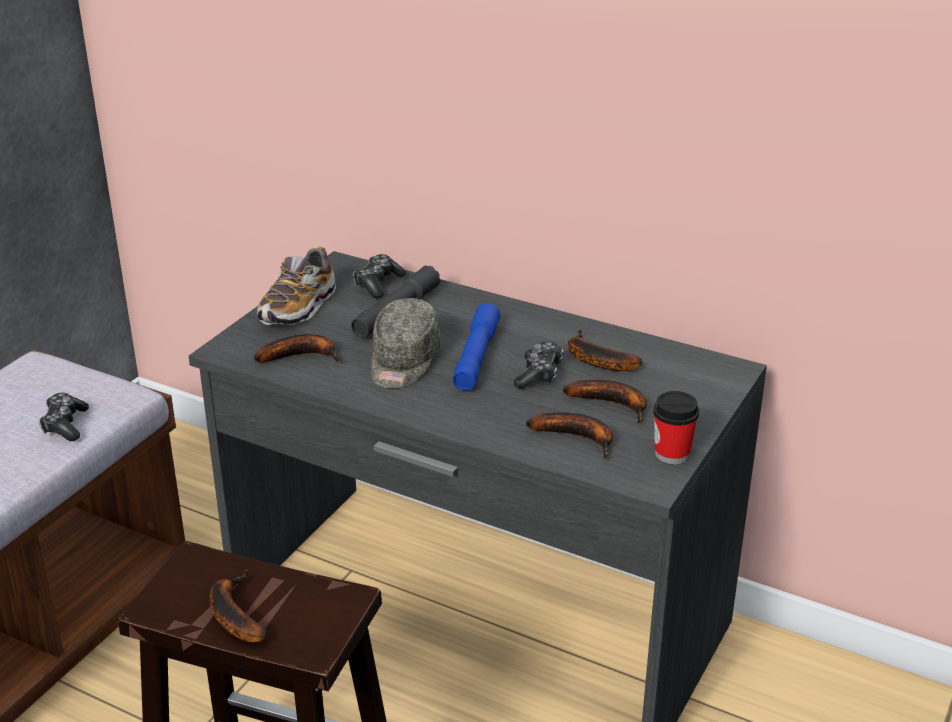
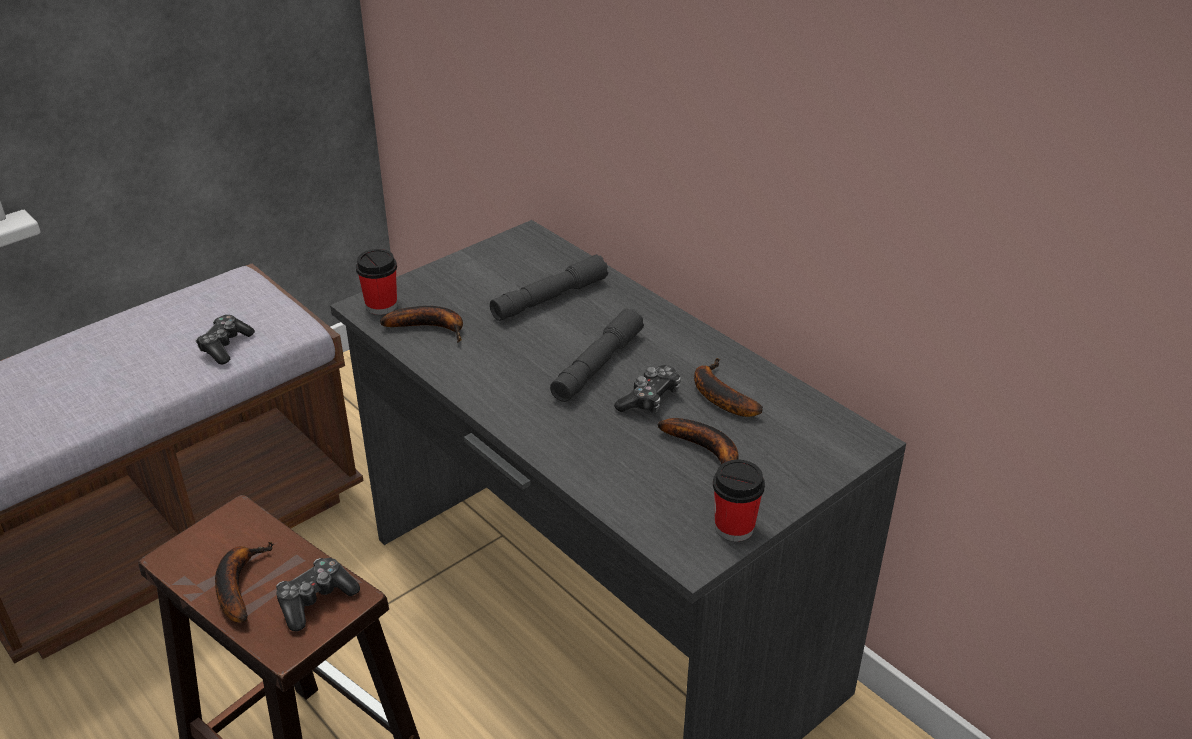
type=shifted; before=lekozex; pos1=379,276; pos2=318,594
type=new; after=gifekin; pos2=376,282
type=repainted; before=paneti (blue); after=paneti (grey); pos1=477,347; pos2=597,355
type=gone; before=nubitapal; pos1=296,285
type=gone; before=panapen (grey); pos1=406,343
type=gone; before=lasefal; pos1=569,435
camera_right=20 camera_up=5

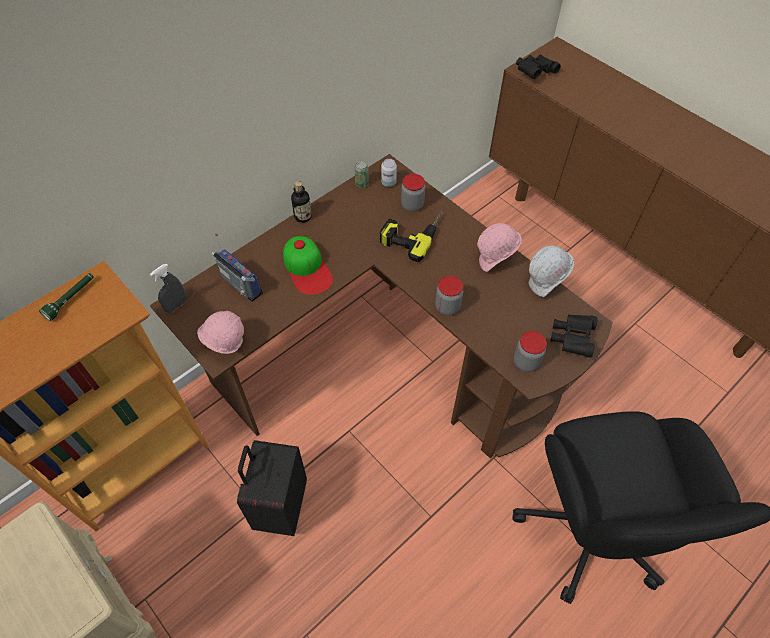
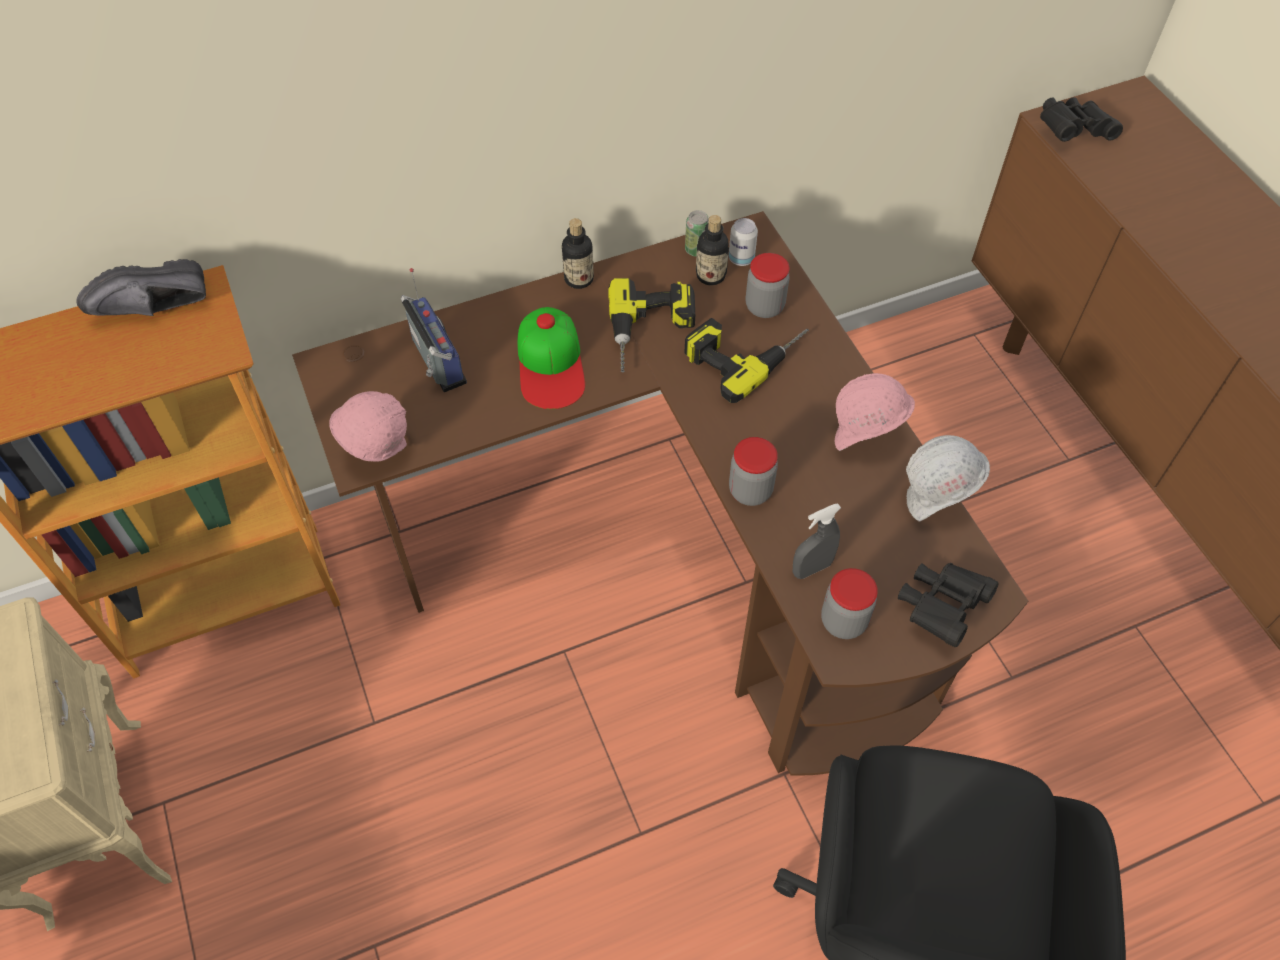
type=swapped; before=paneti (green); after=nubitapal (black); pos1=66,297; pos2=141,287
type=new; after=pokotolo; pos2=652,325
type=new; after=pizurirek; pos2=712,250
type=shifted; before=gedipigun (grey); pos1=168,288; pos2=817,541
type=gone; before=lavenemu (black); pos1=272,488
camera_right=20 camera_up=0

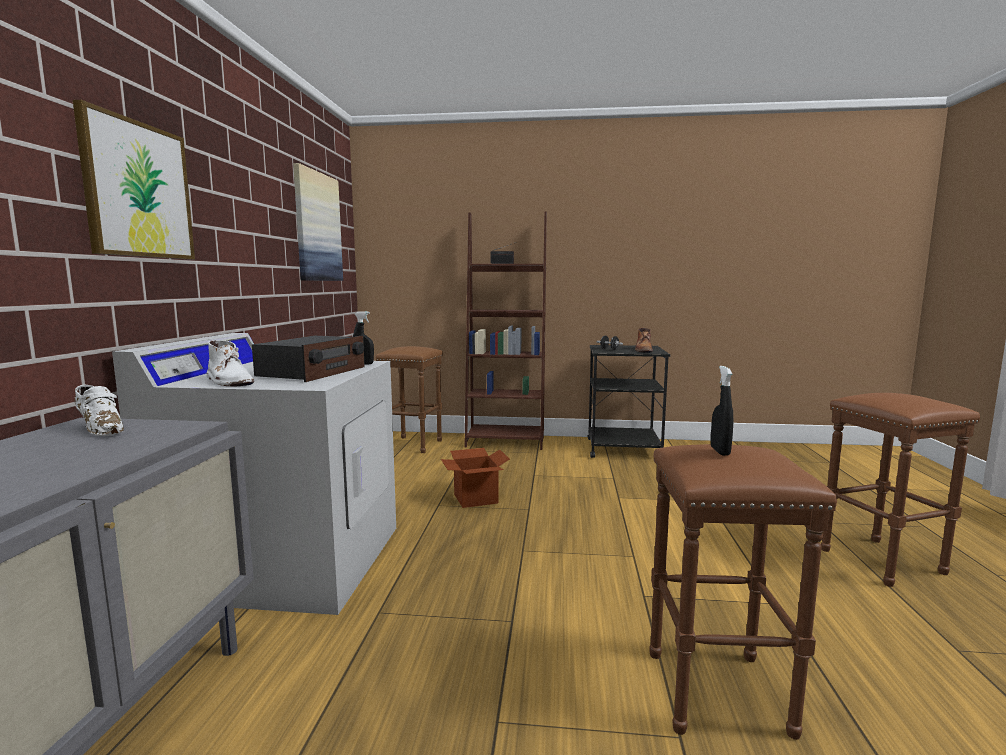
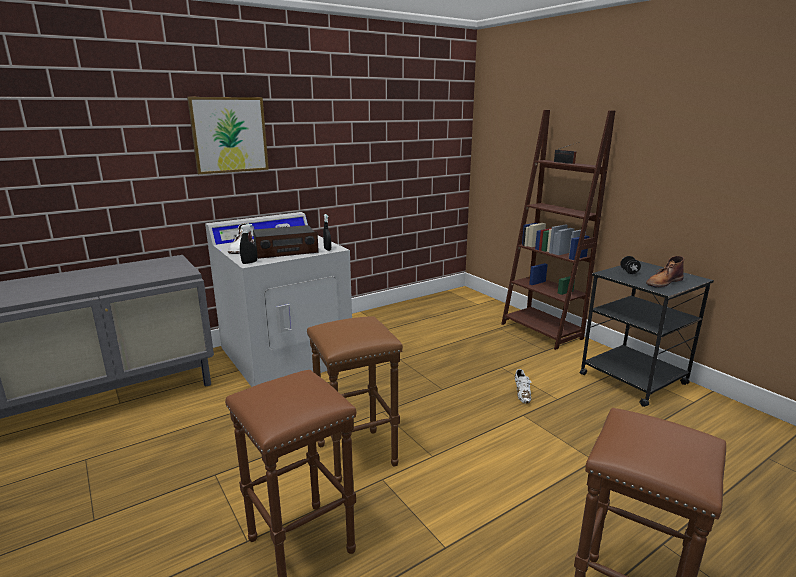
type=shifted; before=gedipigun (black); pos1=722,411; pos2=248,244
type=shifted; before=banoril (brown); pos1=409,399; pos2=355,399
type=shifted; before=nubitapal (white); pos1=99,410; pos2=523,386
type=gone; before=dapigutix; pos1=318,222
type=gone; before=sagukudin; pos1=475,478
camera_right=50 camera_up=10

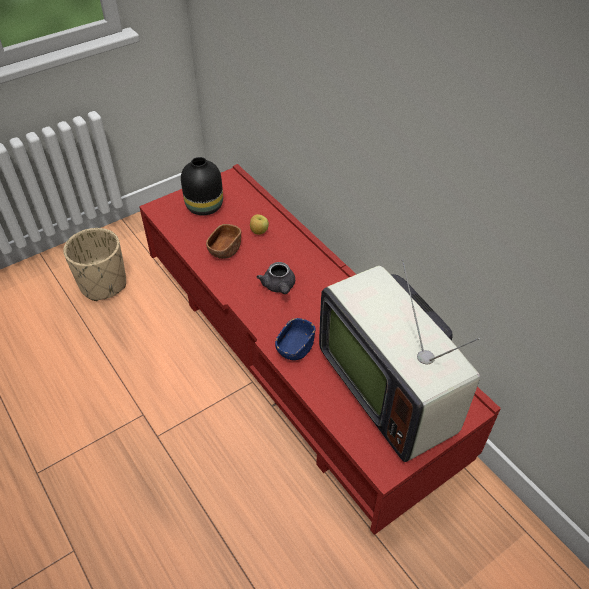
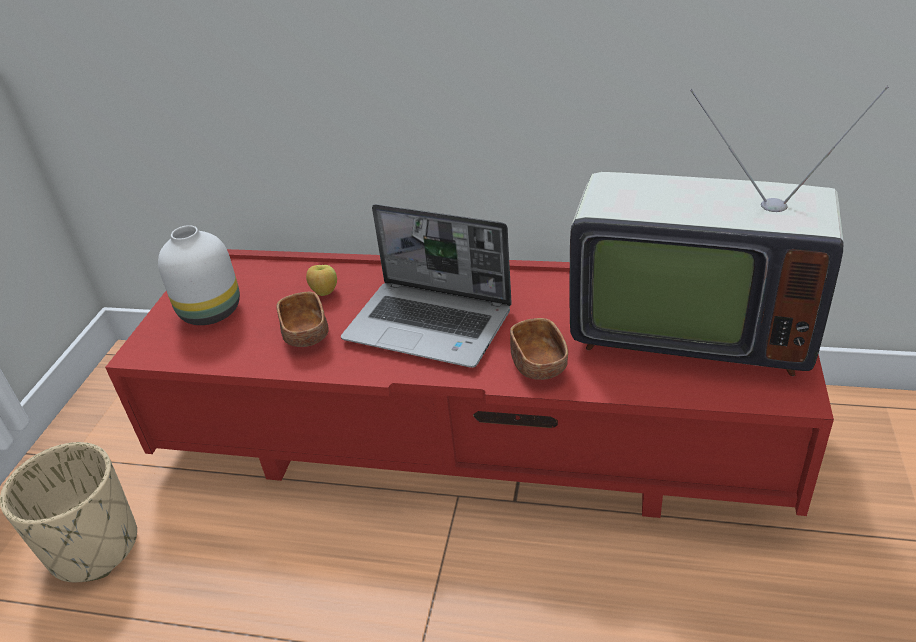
type=repainted; before=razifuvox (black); after=razifuvox (white); pos1=202,186; pos2=199,275
type=swapped; before=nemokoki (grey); after=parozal; pos1=276,278; pos2=426,286
type=repainted; before=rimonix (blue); after=rimonix (brown); pos1=295,339; pos2=539,349
camera_right=-40 camera_up=-10

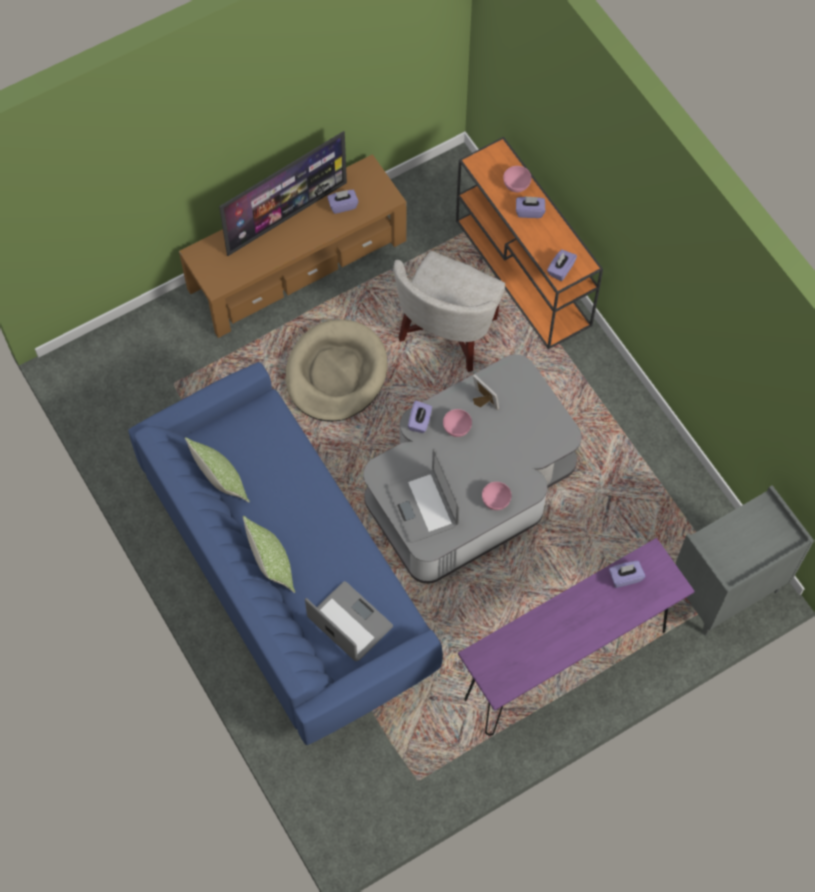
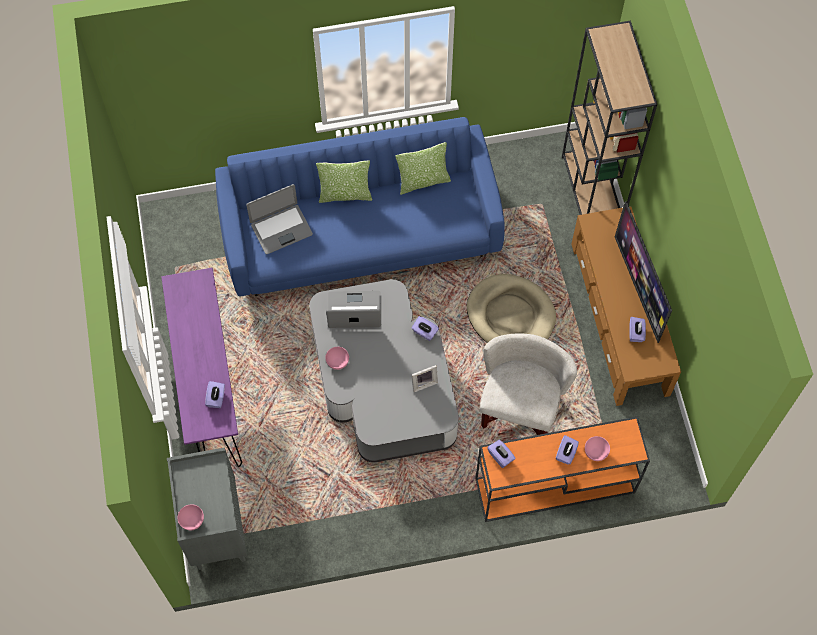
type=shifted; before=rimonix (pink); pos1=457,423; pos2=190,517
type=rotated; before=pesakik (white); pos1=449,311; pos2=528,384; turn=60
type=new; after=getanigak; pos2=609,118
camera_right=110 camera_up=0

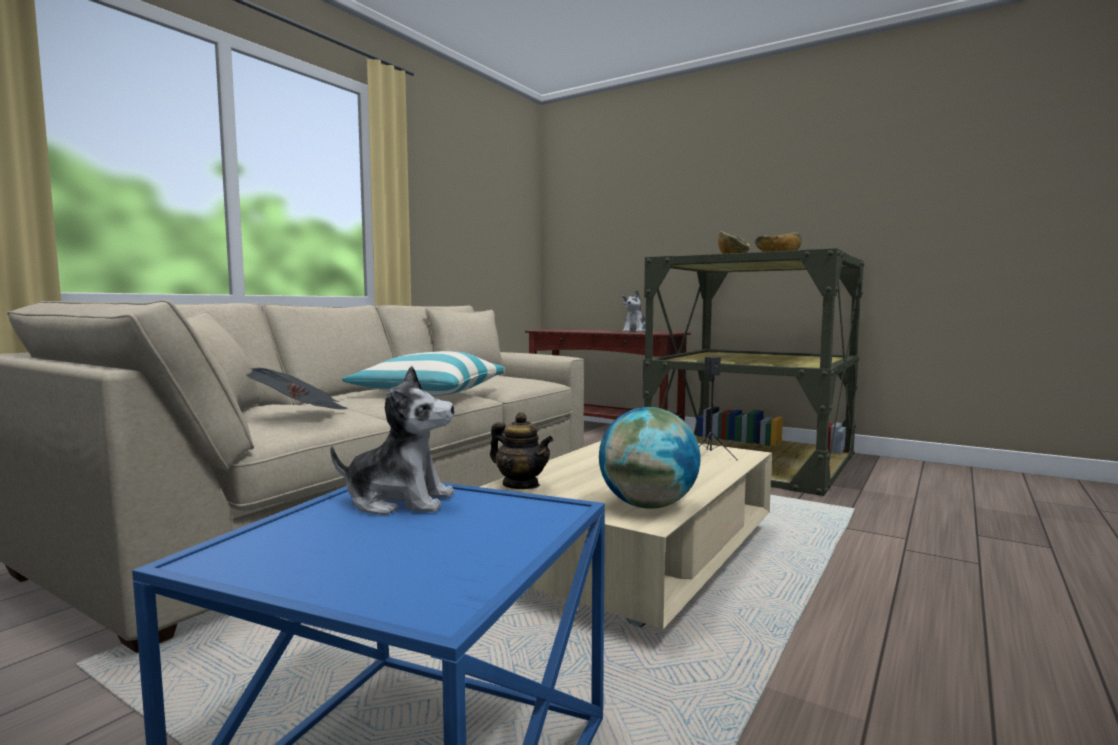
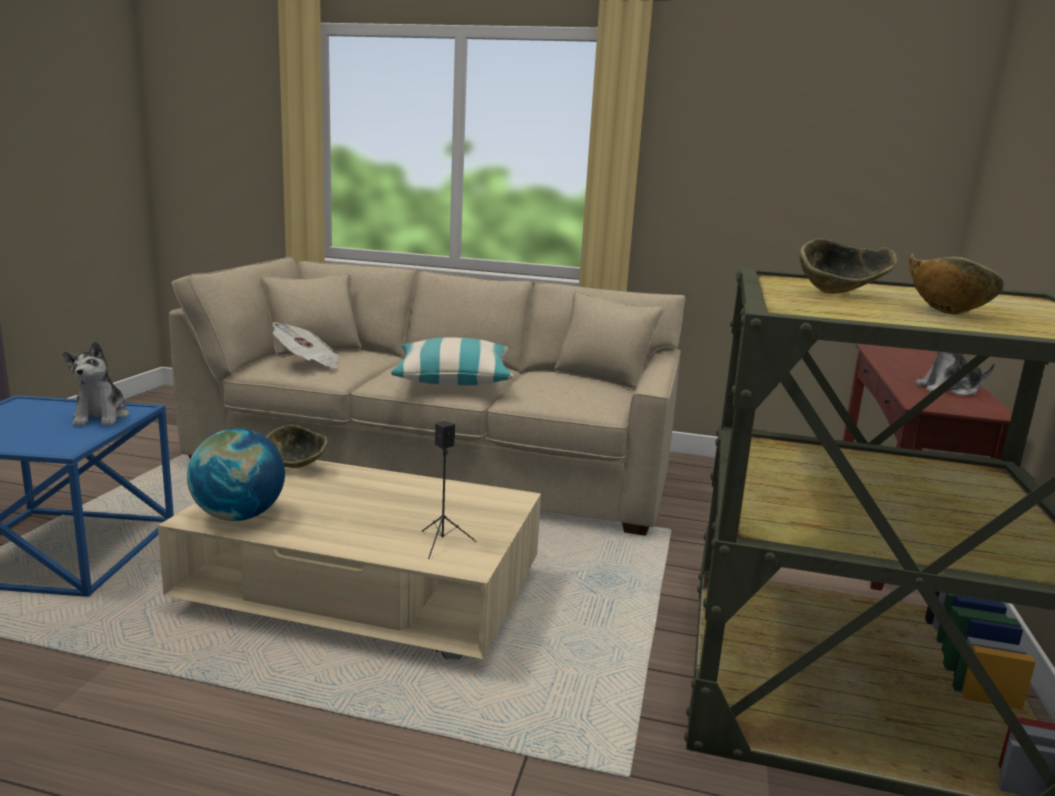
type=swapped; before=nemokoki; after=rimonix; pos1=521,450; pos2=297,446
camera_right=70 camera_up=10

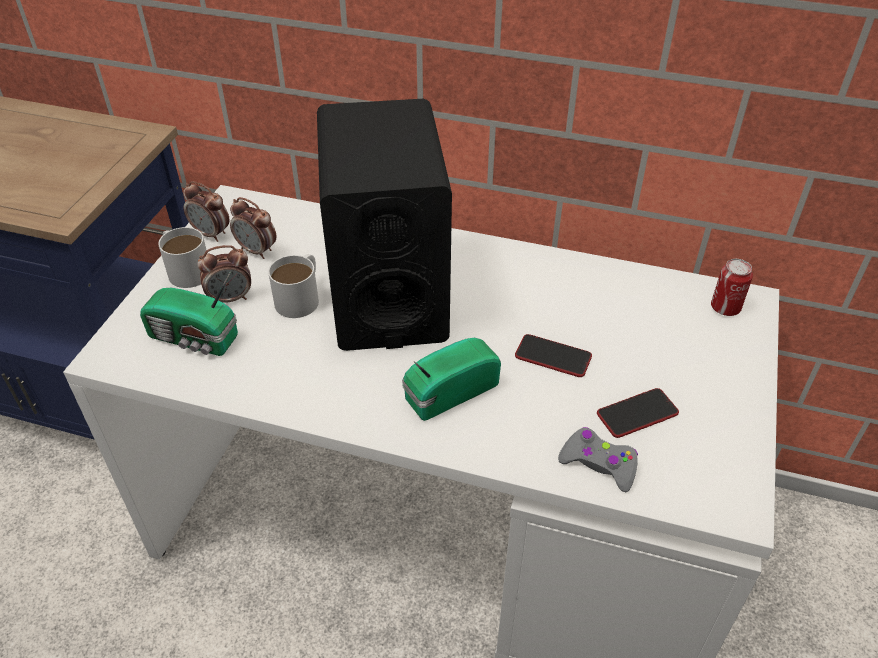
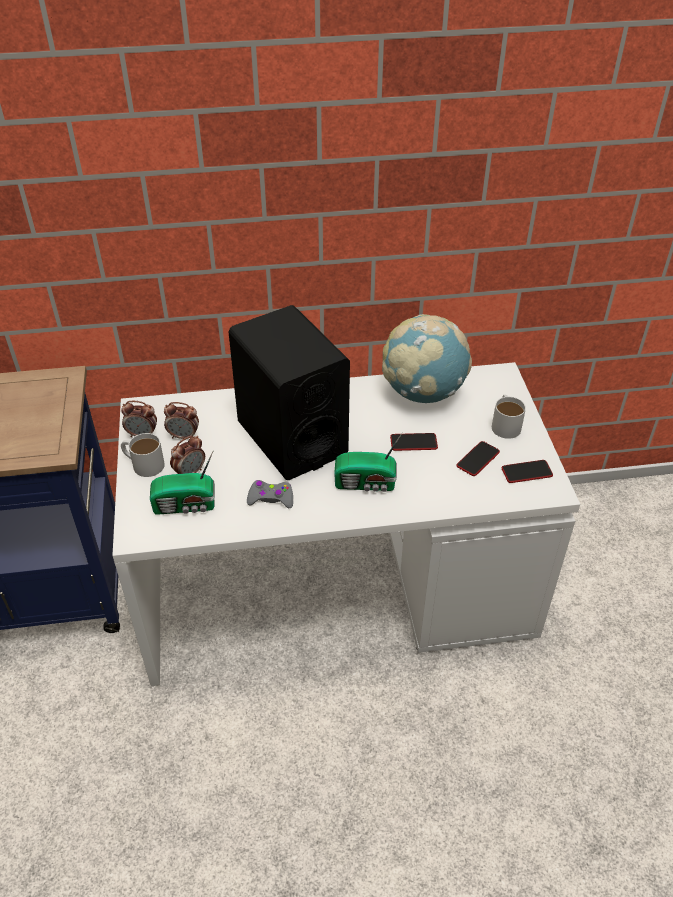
type=shifted; before=lekozex (grey); pos1=598,459; pos2=270,494
type=rotated; before=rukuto; pos1=451,379; pos2=368,462; turn=-120
type=new; after=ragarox; pos2=427,358
type=shifted; before=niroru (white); pos1=293,286; pos2=509,417
type=new; after=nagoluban; pos2=527,471
type=gone; before=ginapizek; pos1=732,287
camera_right=-25 camera_up=0

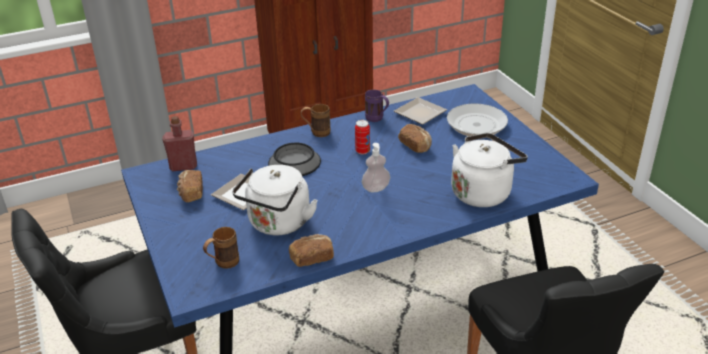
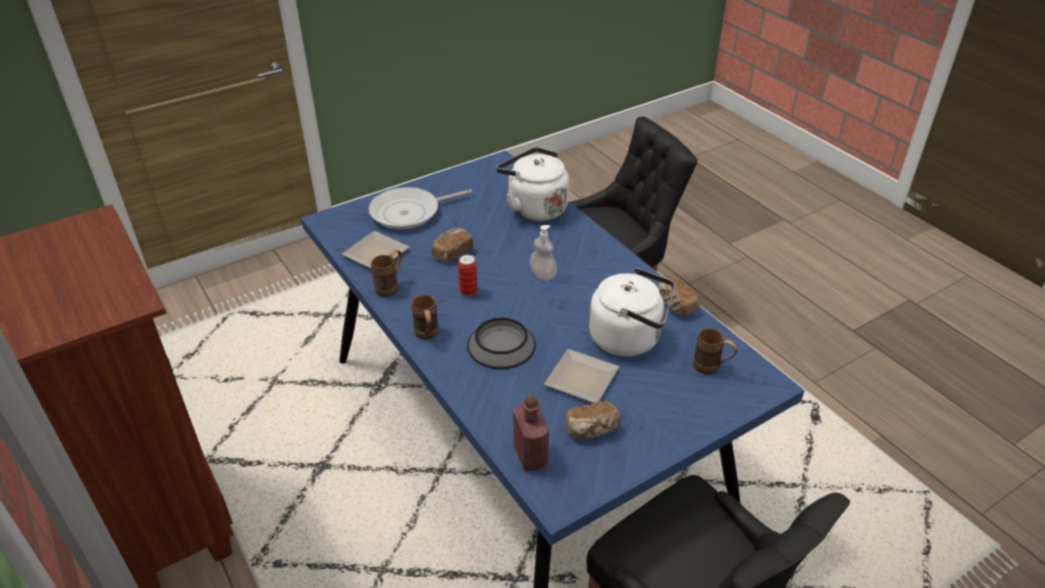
type=repainted; before=niroru (purple); after=niroru (brown); pos1=377,105; pos2=386,273
camera_right=-100 camera_up=5

